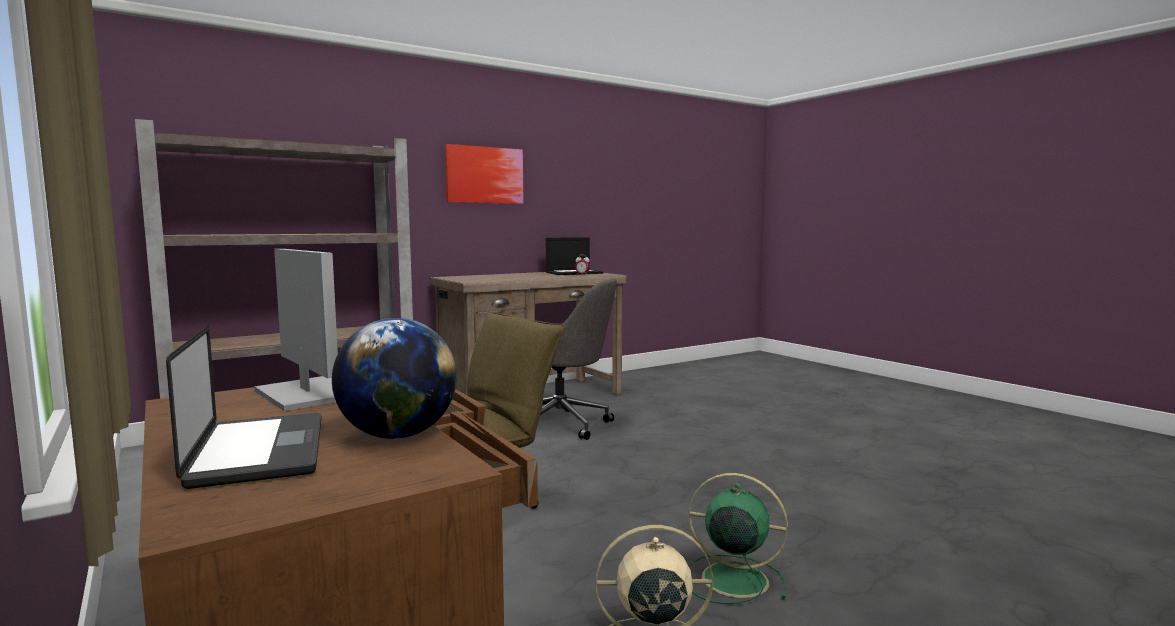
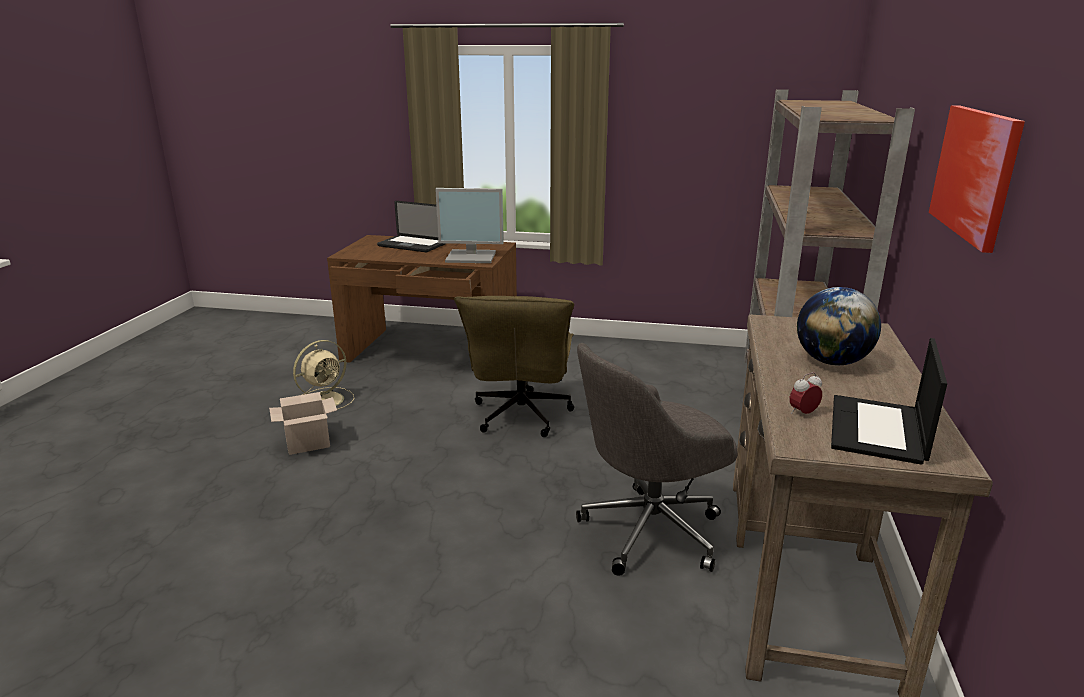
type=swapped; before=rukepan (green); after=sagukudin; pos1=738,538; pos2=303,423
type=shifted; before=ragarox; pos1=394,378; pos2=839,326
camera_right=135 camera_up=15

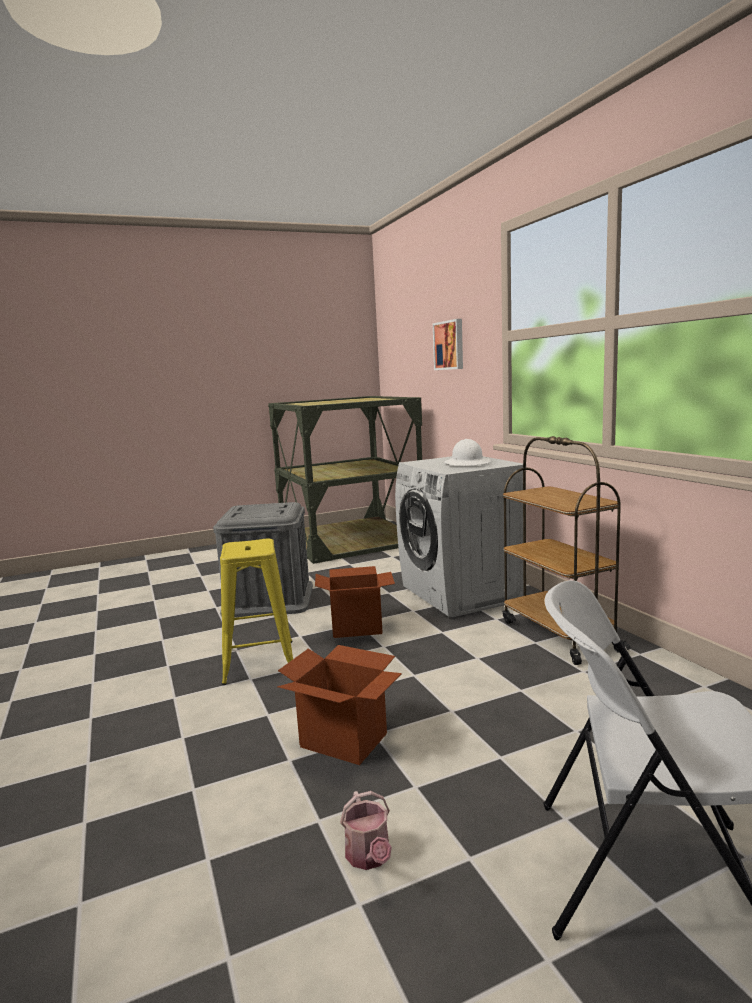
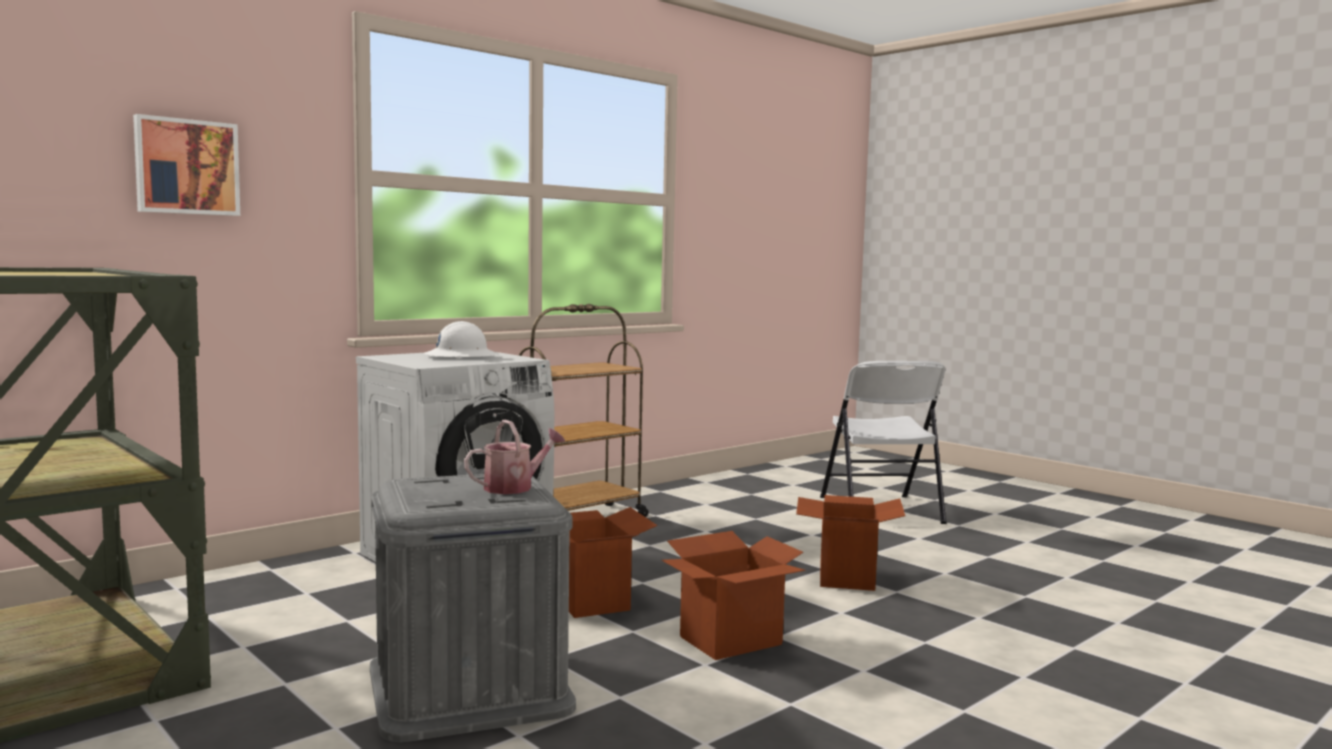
type=shifted; before=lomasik; pos1=366,830; pos2=514,457
type=swapped; before=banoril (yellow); after=sagukudin; pos1=256,612; pos2=733,595
camera_right=-110 camera_up=-5

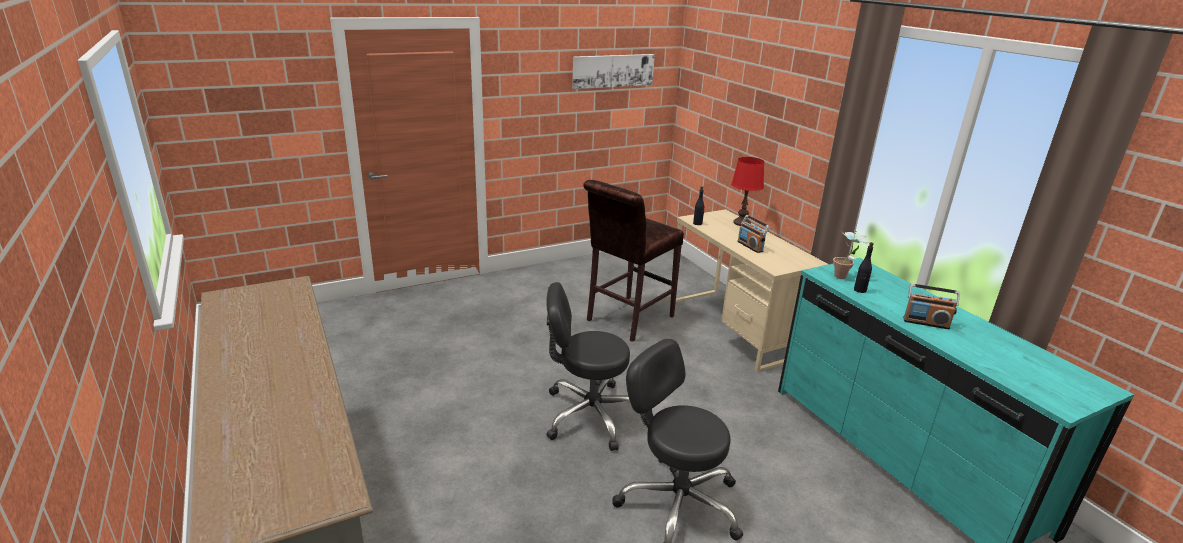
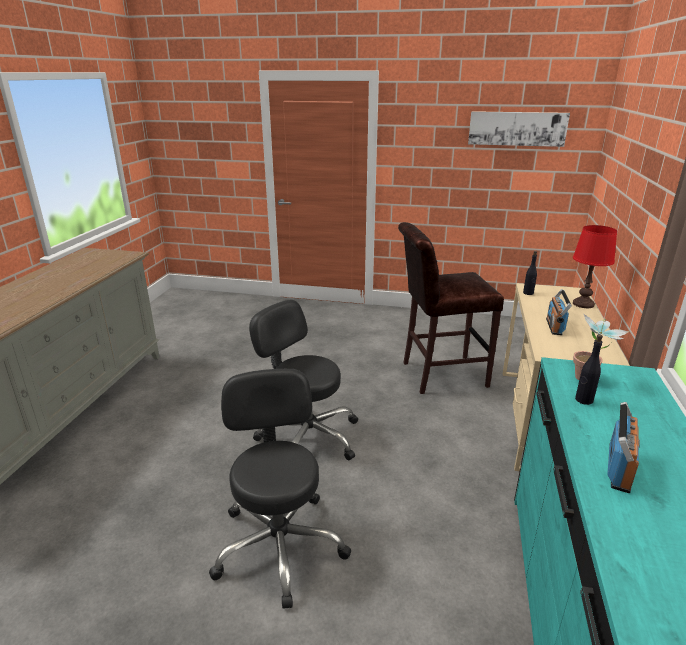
type=rotated; before=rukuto; pos1=931,306; pos2=623,447; turn=-120
camera_right=40 camera_up=0

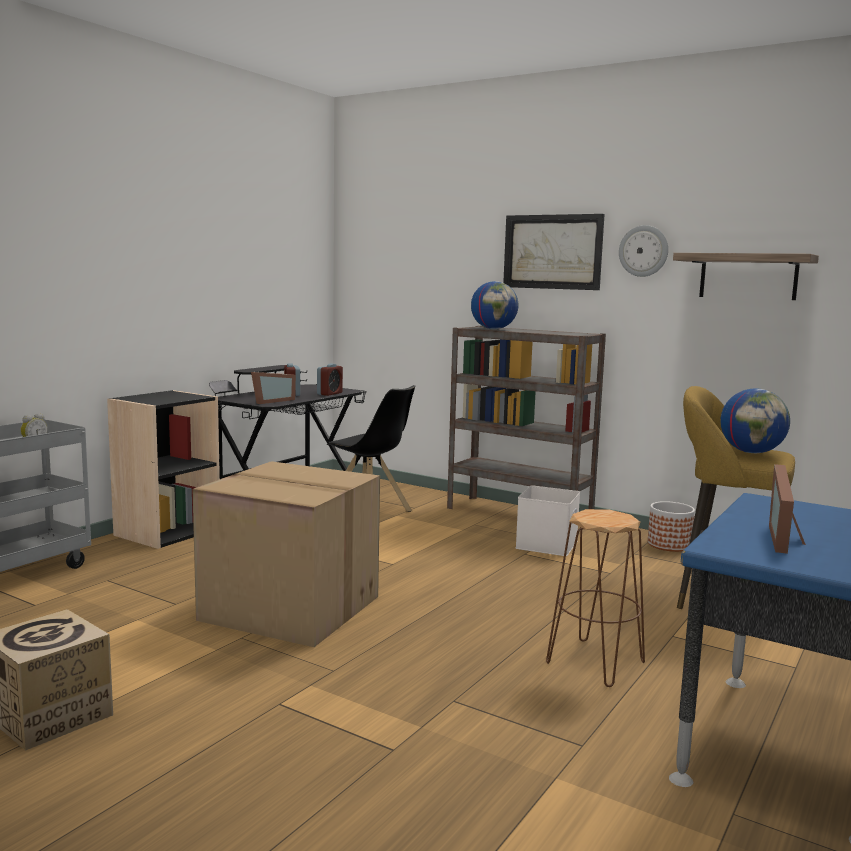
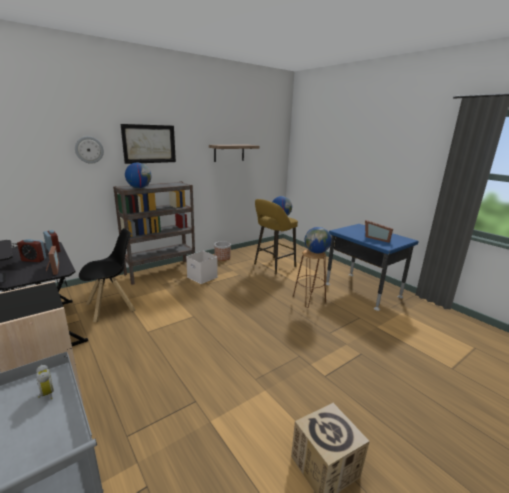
type=shifted; before=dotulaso; pos1=643,251; pos2=89,150
type=new; after=ragarox; pos2=318,240
type=gone; before=sagukudin; pos1=286,554
camera_right=-70 camera_up=10

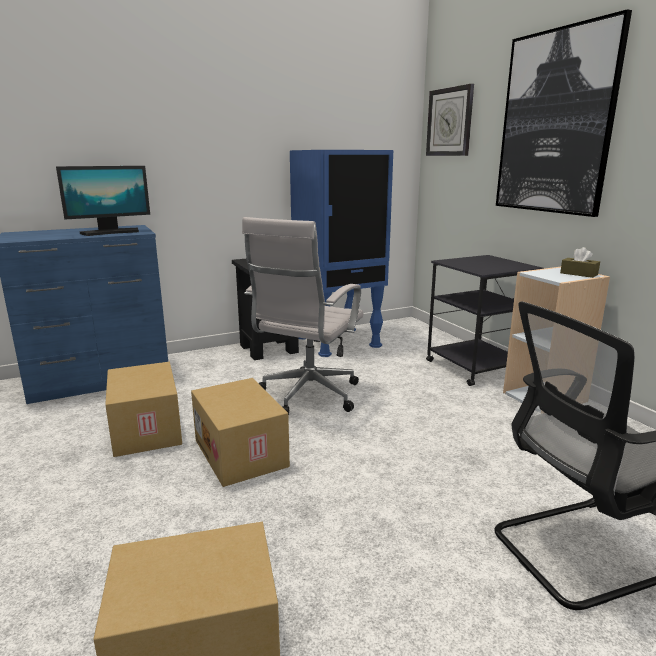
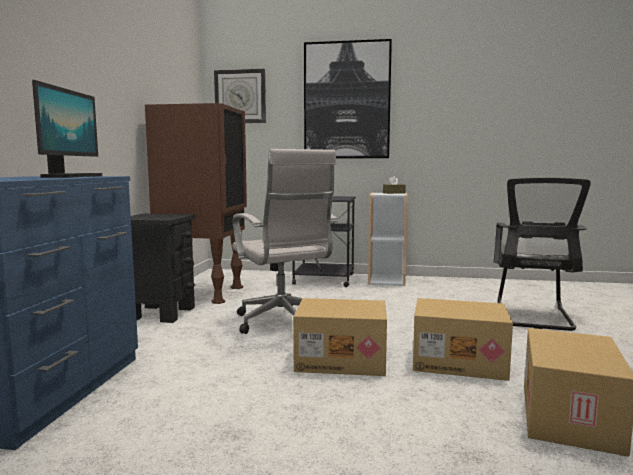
type=repainted; before=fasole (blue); after=fasole (brown); pos1=341,253; pos2=196,203
type=shifted; before=sagukudin; pos1=143,409; pos2=463,339
camera_right=-55 camera_up=-10

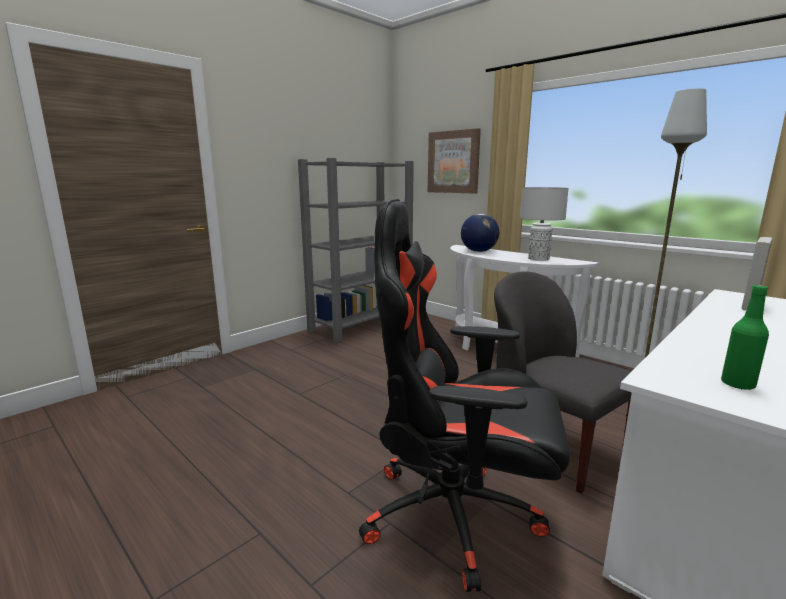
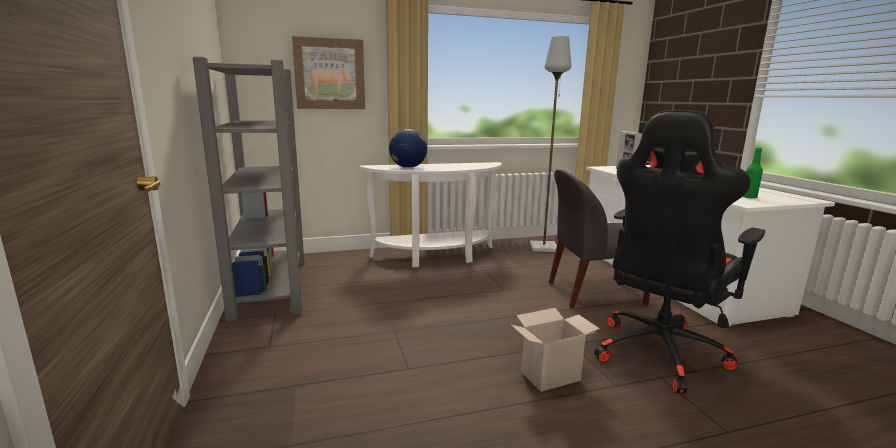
type=new; after=sagukudin; pos2=555,350
type=gone; before=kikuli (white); pos1=544,224
camera_right=-60 camera_up=0

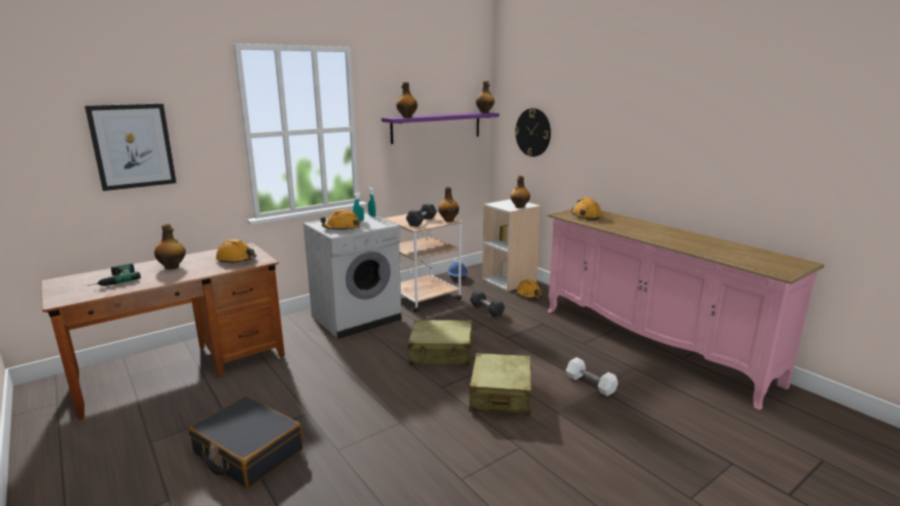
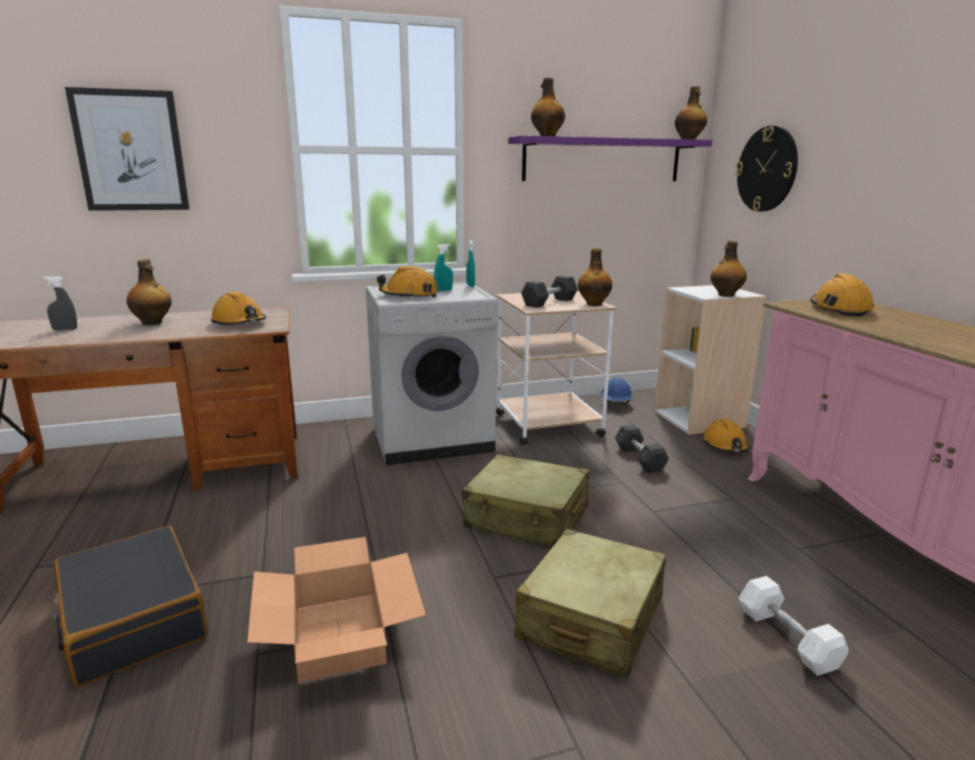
type=swapped; before=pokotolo; after=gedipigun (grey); pos1=114,274; pos2=60,303
type=new; after=sagukudin; pos2=336,609
camera_right=20 camera_up=0

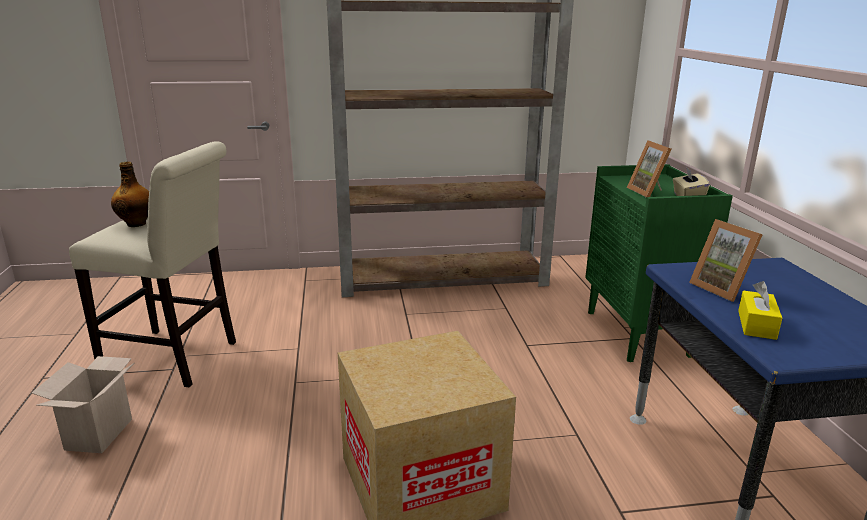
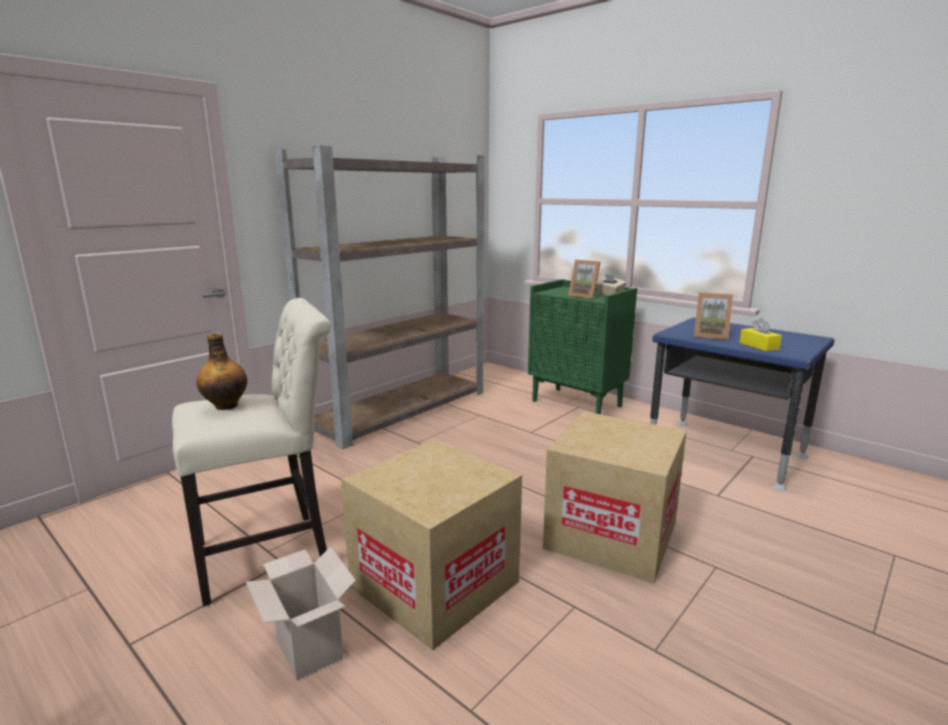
type=new; after=sagukudin; pos2=431,544
camera_right=-40 camera_up=-5

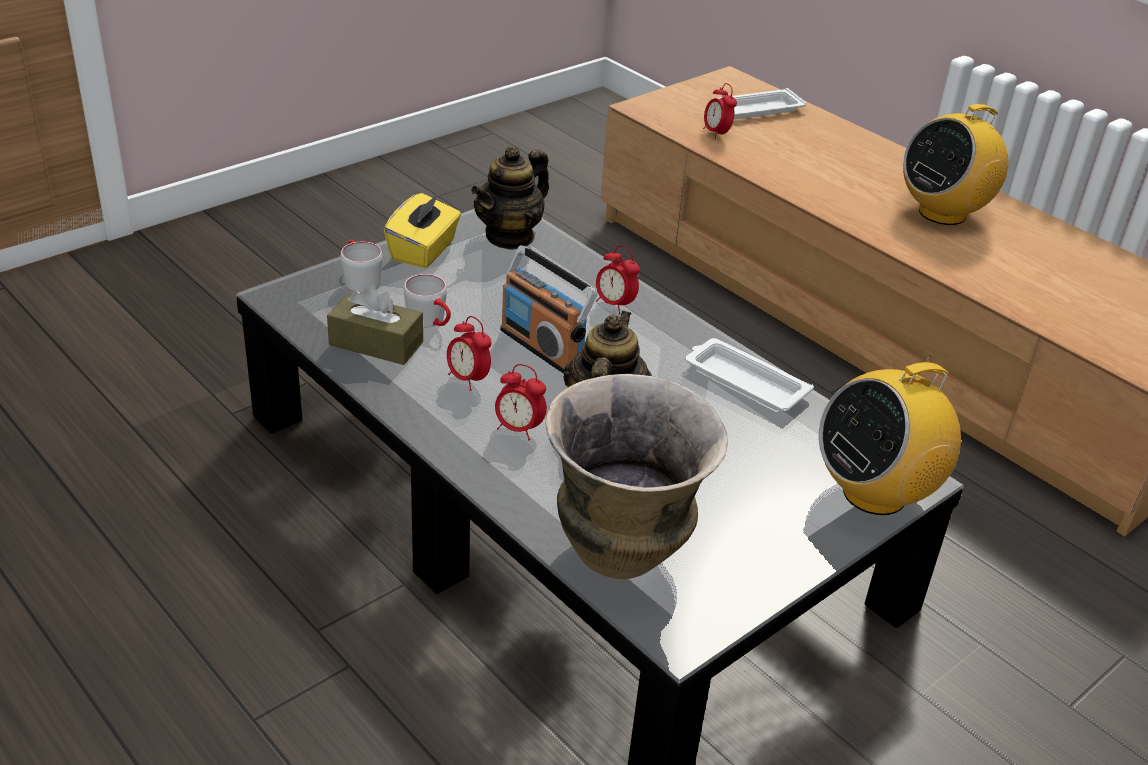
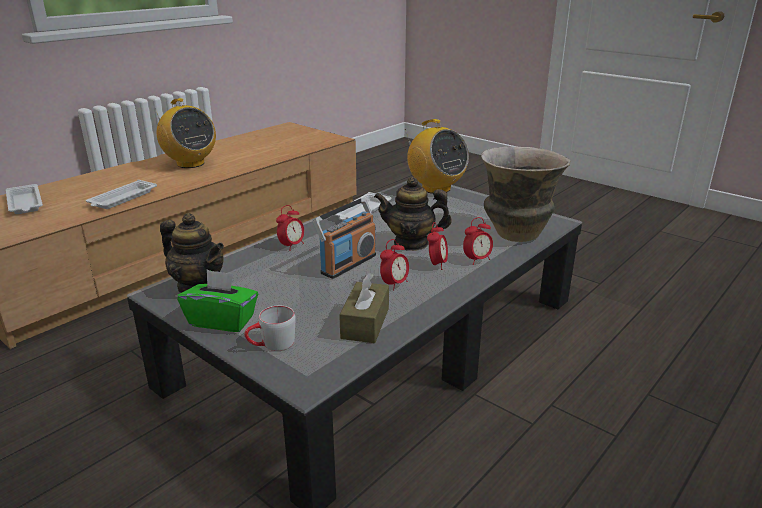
type=new; after=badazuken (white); pos2=121,194
type=repainted; before=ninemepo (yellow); after=ninemepo (green); pos1=422,230; pos2=217,301
type=shifted; before=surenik; pos1=720,111; pos2=478,241
type=gone; before=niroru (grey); pos1=427,300
camera_right=-95 camera_up=-10

